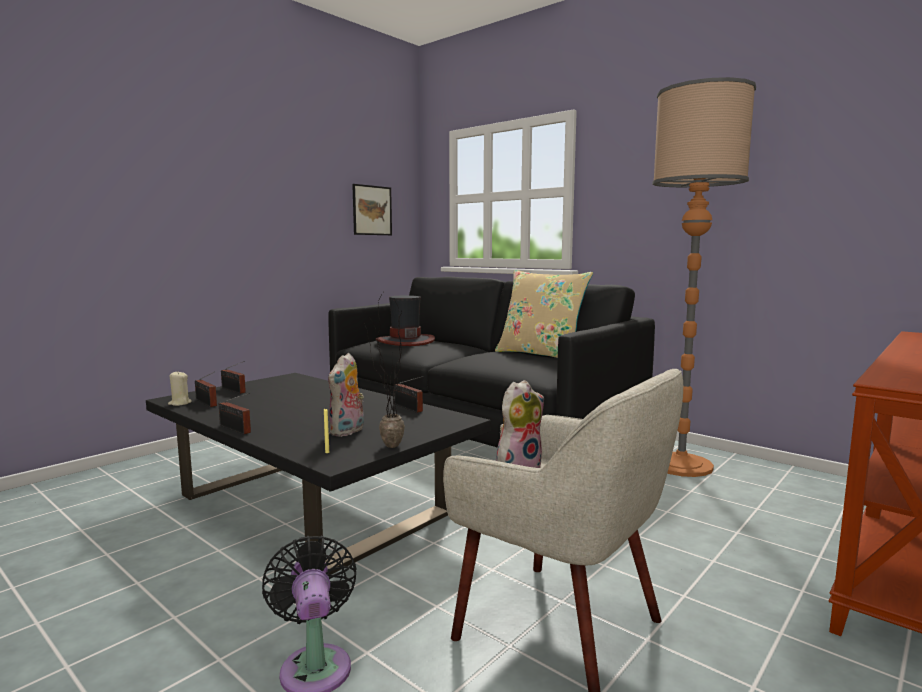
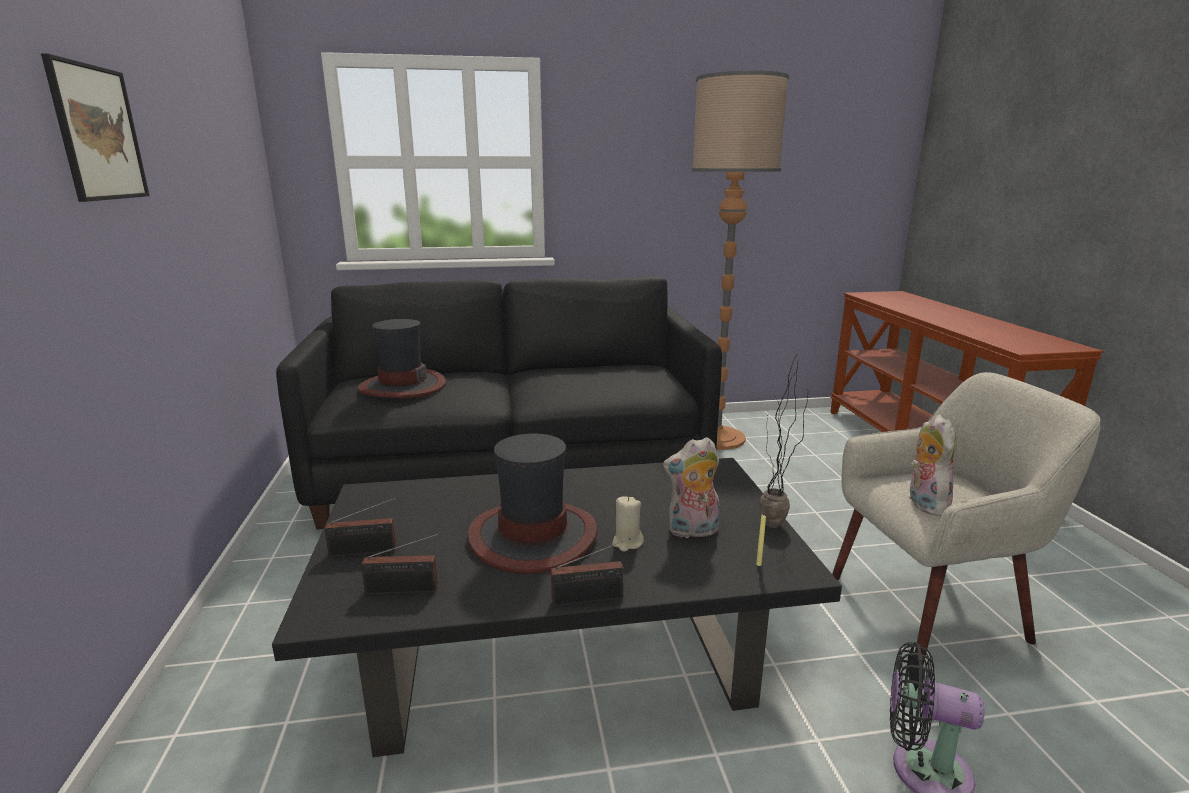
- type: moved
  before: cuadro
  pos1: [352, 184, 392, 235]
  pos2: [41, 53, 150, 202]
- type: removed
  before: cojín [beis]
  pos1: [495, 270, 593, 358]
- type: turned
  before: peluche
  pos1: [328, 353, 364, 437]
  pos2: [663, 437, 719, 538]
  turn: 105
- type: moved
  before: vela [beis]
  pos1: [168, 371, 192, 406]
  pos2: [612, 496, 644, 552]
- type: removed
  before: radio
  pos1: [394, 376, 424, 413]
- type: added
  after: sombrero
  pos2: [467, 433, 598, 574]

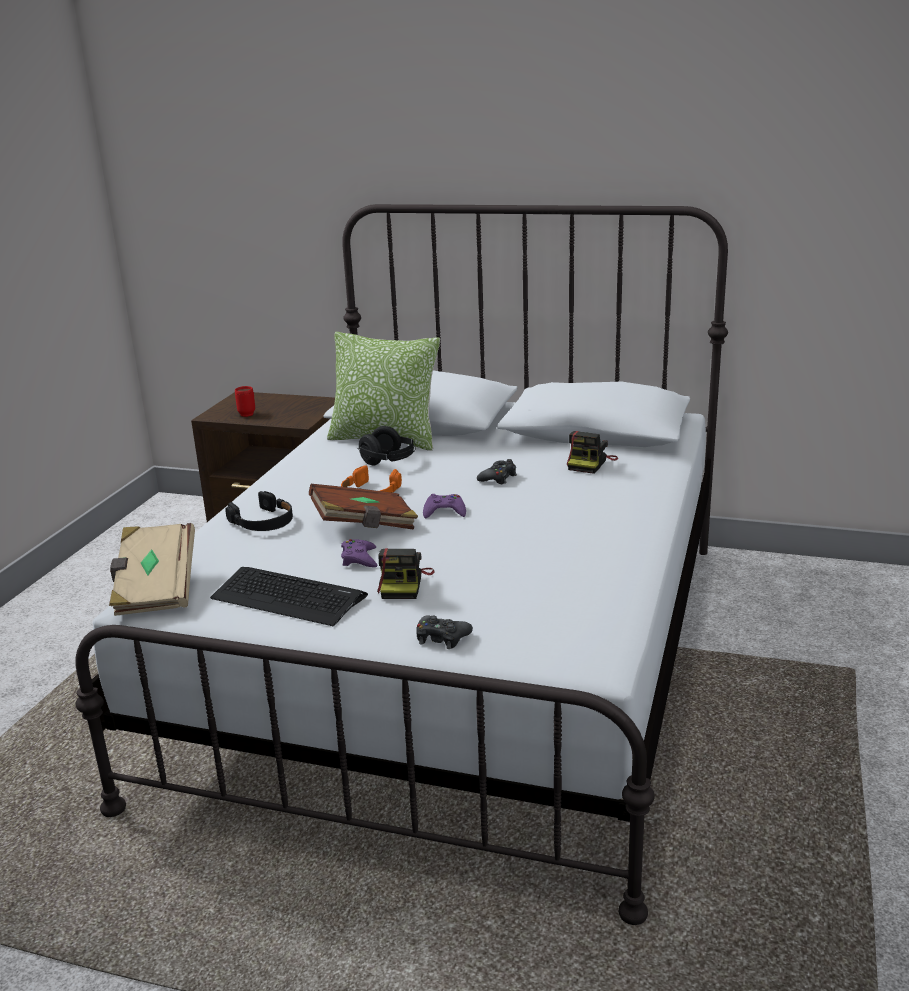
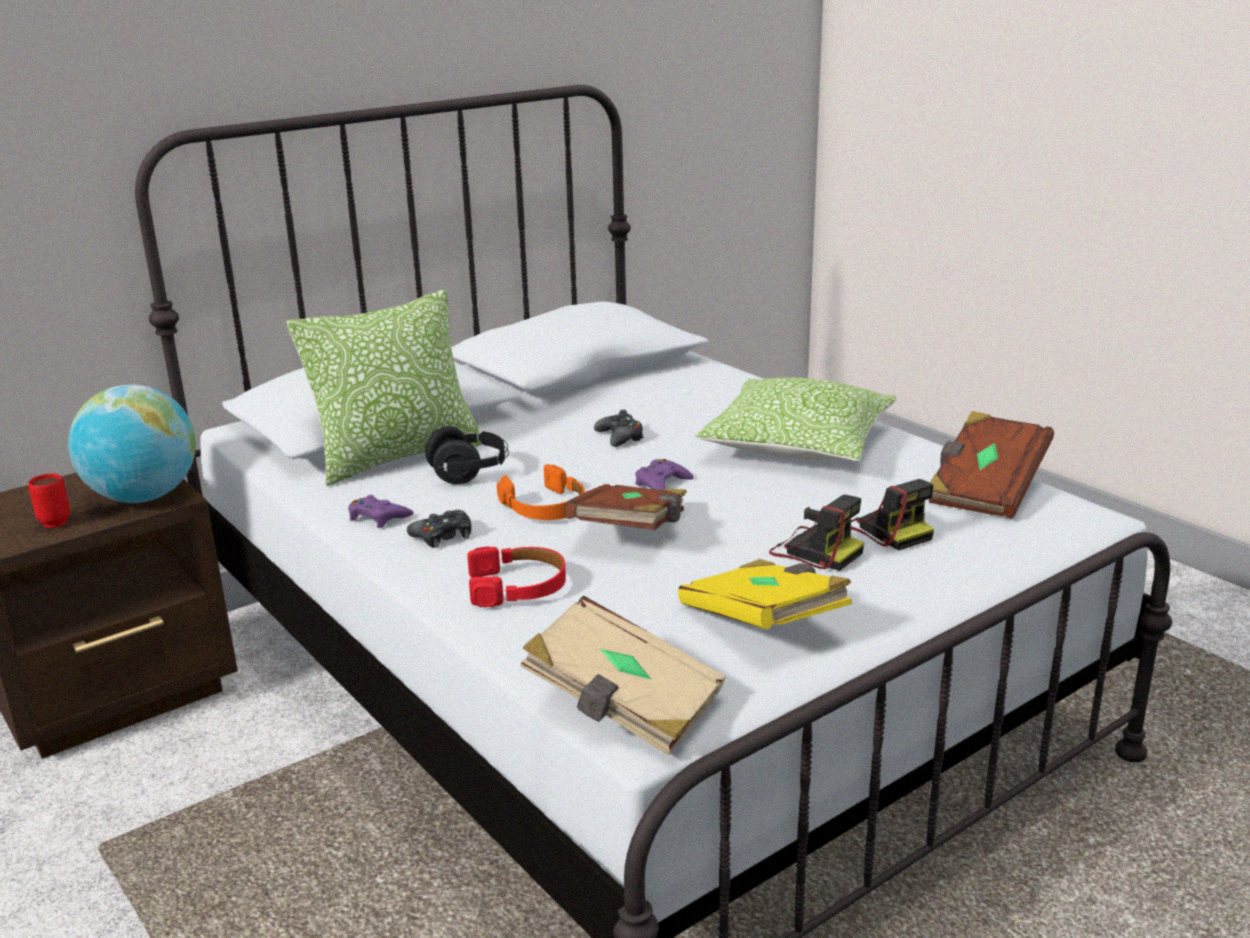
- type: moved
  before: cámara
  pos1: [567, 431, 618, 474]
  pos2: [851, 479, 934, 551]
- type: recoloured
  before: auriculares [negro]
  after: auriculares [rojo]
  pos1: [225, 491, 293, 531]
  pos2: [467, 547, 566, 607]
- type: moved
  before: mando de consola [morado]
  pos1: [341, 539, 378, 567]
  pos2: [348, 495, 414, 528]
- type: replaced
  before: teclado
  after: libro [amarillo]
  pos1: [210, 567, 368, 626]
  pos2: [678, 559, 852, 629]
- type: moved
  before: mando de consola [negro]
  pos1: [416, 616, 473, 649]
  pos2: [407, 510, 471, 548]
- type: added
  after: cojín
  pos2: [695, 377, 897, 462]
- type: added
  after: globo terráqueo
  pos2: [68, 384, 196, 503]
- type: added
  after: libro [marrón]
  pos2: [929, 411, 1054, 519]

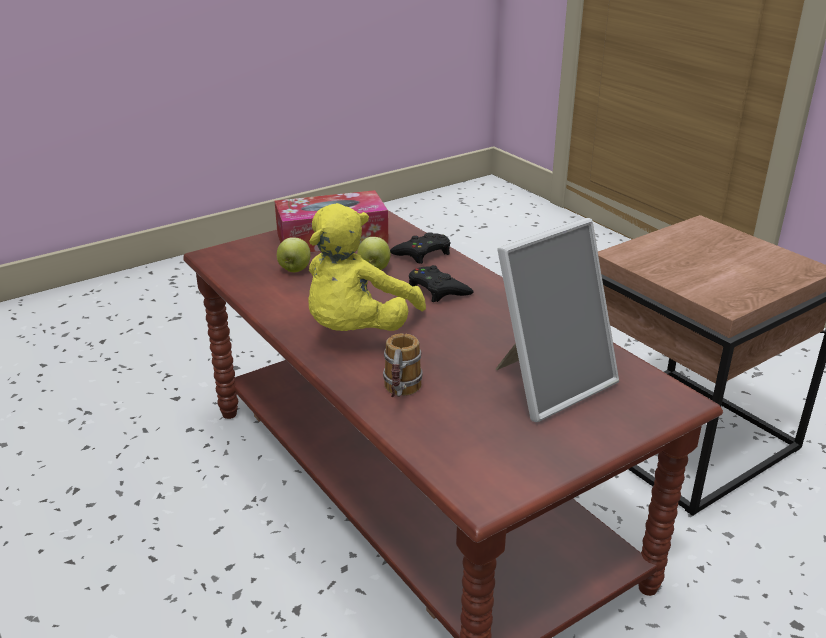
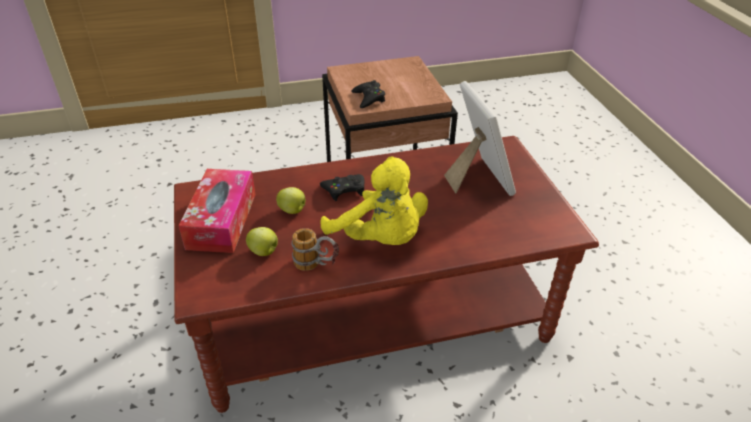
- type: moved
  before: mando de consola [negro]
  pos1: [390, 233, 451, 264]
  pos2: [351, 80, 385, 108]
- type: moved
  before: taza grande
  pos1: [383, 333, 423, 397]
  pos2: [292, 228, 339, 271]

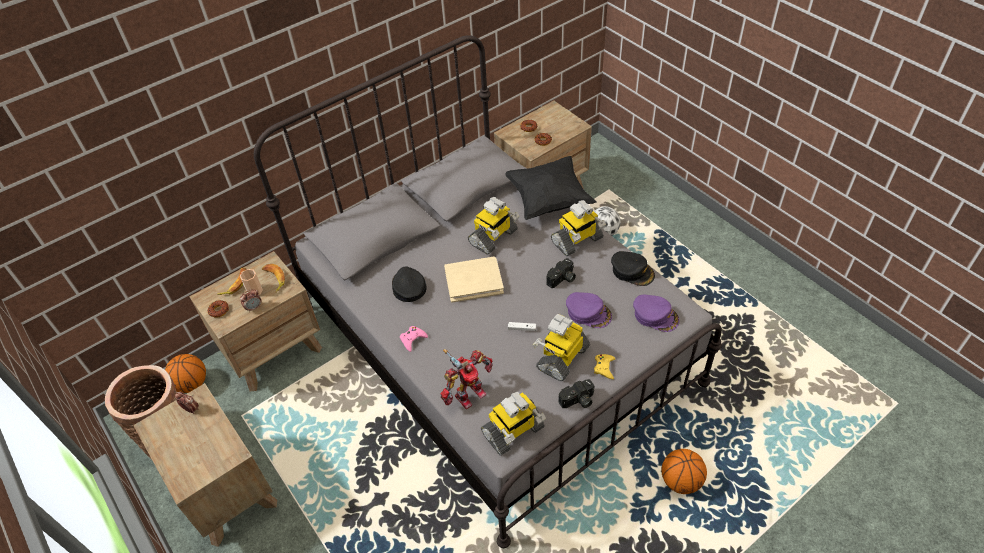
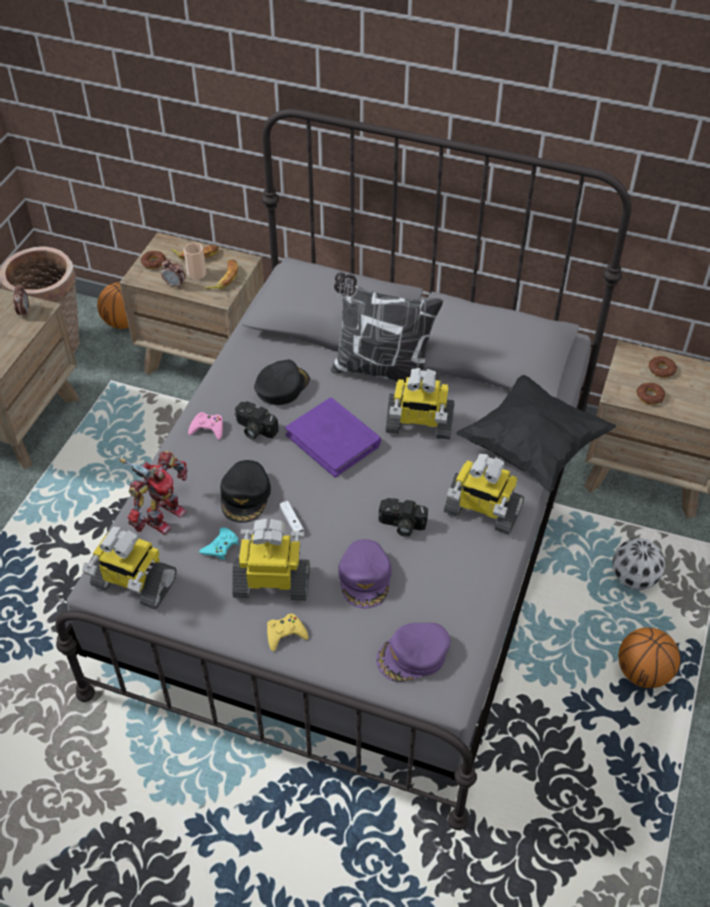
- type: moved
  before: gorra [negro]
  pos1: [611, 251, 655, 286]
  pos2: [220, 460, 271, 523]
- type: recoloured
  before: libro [beis]
  after: libro [morado]
  pos1: [444, 256, 504, 303]
  pos2: [285, 398, 381, 477]
- type: turned
  before: gorra [morado]
  pos1: [633, 294, 679, 332]
  pos2: [376, 623, 451, 682]
  turn: 60
- type: turned
  before: robot de juguete
  pos1: [440, 349, 493, 409]
  pos2: [119, 451, 187, 535]
  turn: -75
- type: moved
  before: cámara
  pos1: [558, 379, 595, 408]
  pos2: [235, 401, 279, 439]
- type: moved
  before: balón de baloncesto
  pos1: [661, 449, 707, 494]
  pos2: [618, 628, 680, 688]
- type: added
  after: cojín
  pos2: [331, 272, 443, 383]
- type: added
  after: mando de consola [turquesa]
  pos2: [199, 527, 239, 560]

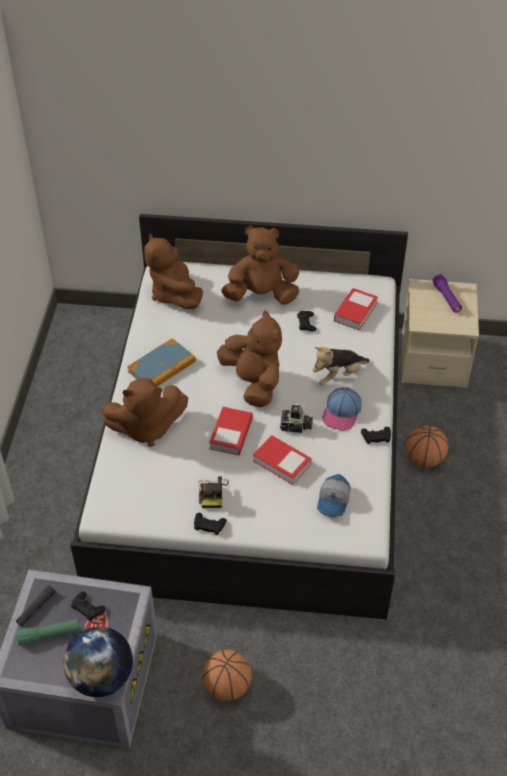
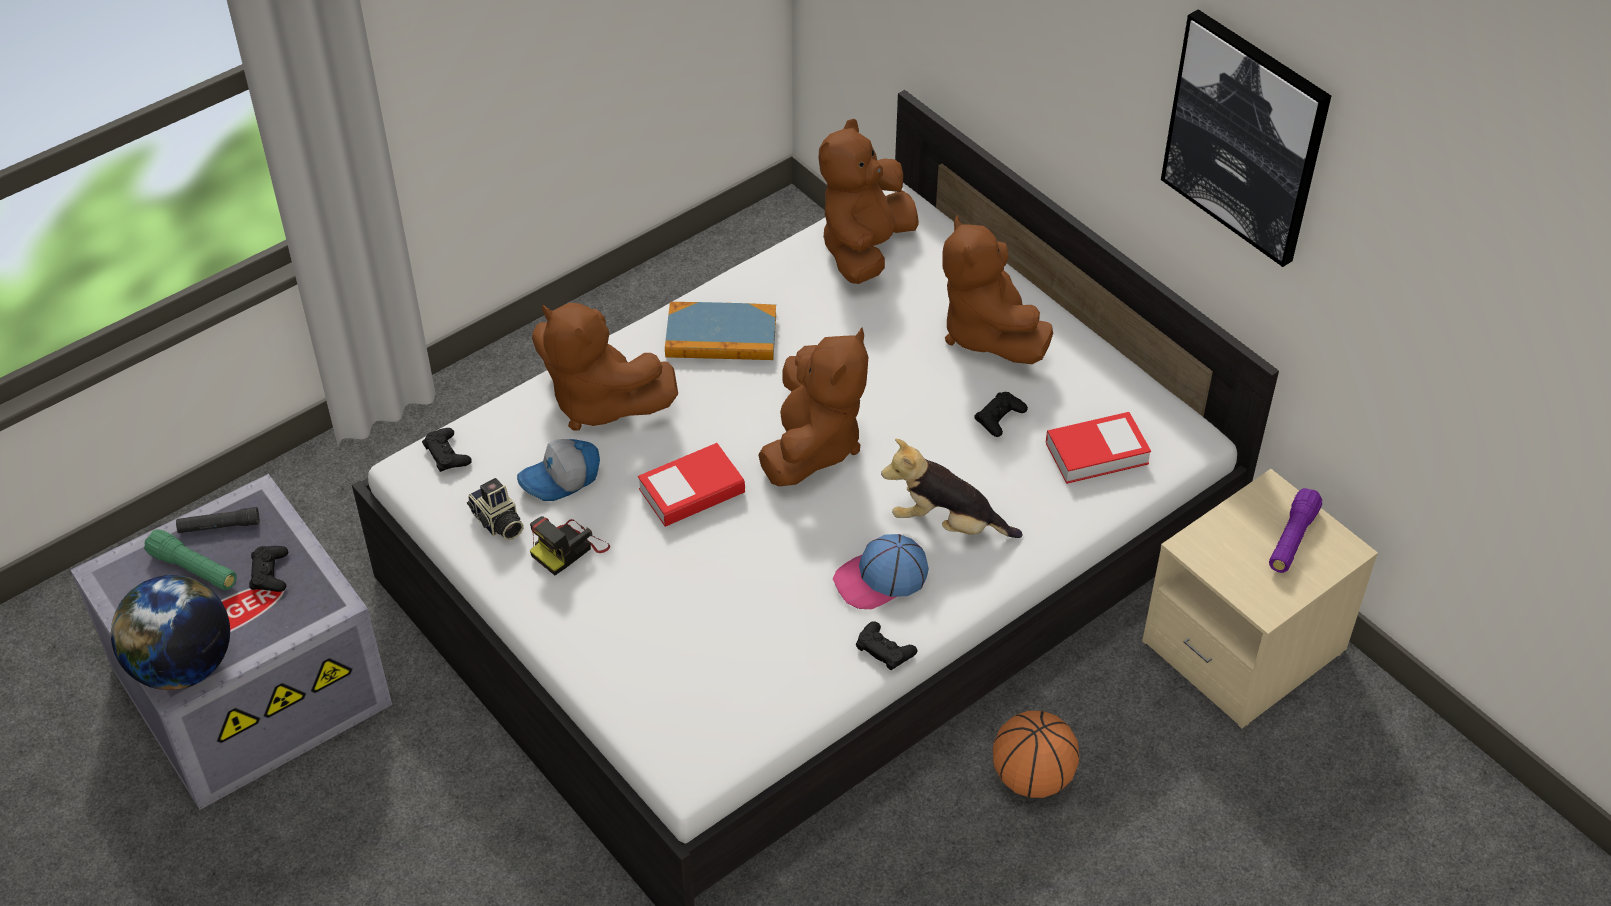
- type: turned
  before: peluche [marrón]
  pos1: [221, 226, 299, 305]
  pos2: [942, 215, 1053, 364]
  turn: -150
- type: moved
  before: cámara
  pos1: [280, 405, 313, 433]
  pos2: [467, 478, 524, 540]
- type: removed
  before: libro
  pos1: [253, 435, 312, 485]
- type: moved
  before: gorra
  pos1: [317, 474, 350, 517]
  pos2: [517, 439, 600, 501]
- type: moved
  before: mando de consola [negro]
  pos1: [194, 513, 227, 535]
  pos2: [422, 428, 472, 472]
- type: removed
  before: balón de baloncesto
  pos1: [202, 650, 252, 701]
- type: added
  after: cuadro
  pos2: [1161, 9, 1331, 267]

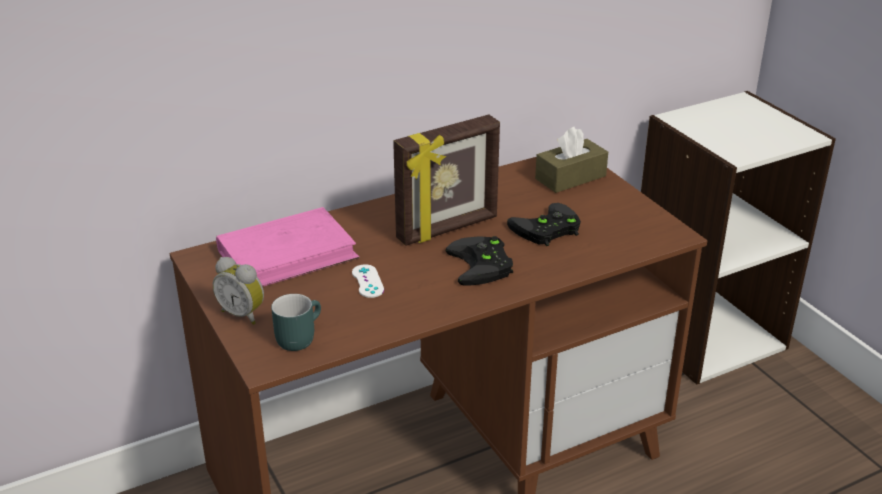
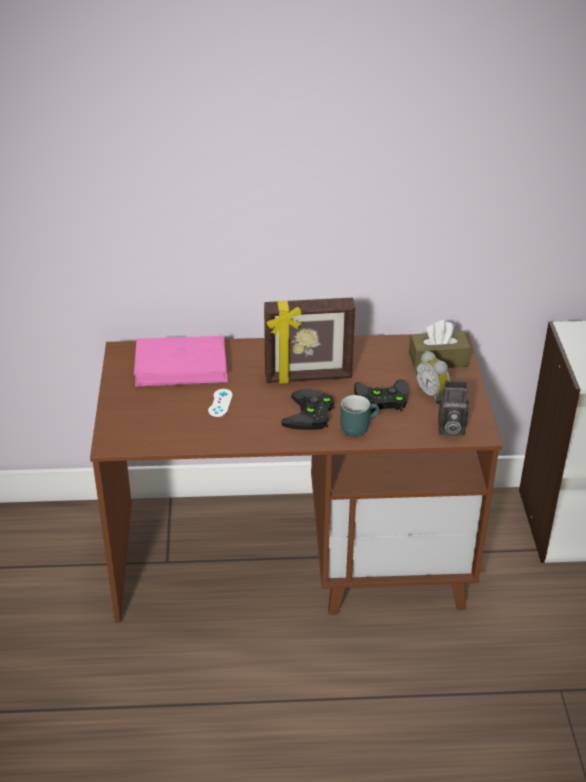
- type: moved
  before: despertador
  pos1: [213, 257, 264, 325]
  pos2: [416, 351, 450, 400]
- type: moved
  before: taza grande [turquesa]
  pos1: [271, 294, 321, 351]
  pos2: [340, 395, 379, 437]
- type: added
  after: cámara
  pos2: [436, 381, 469, 436]

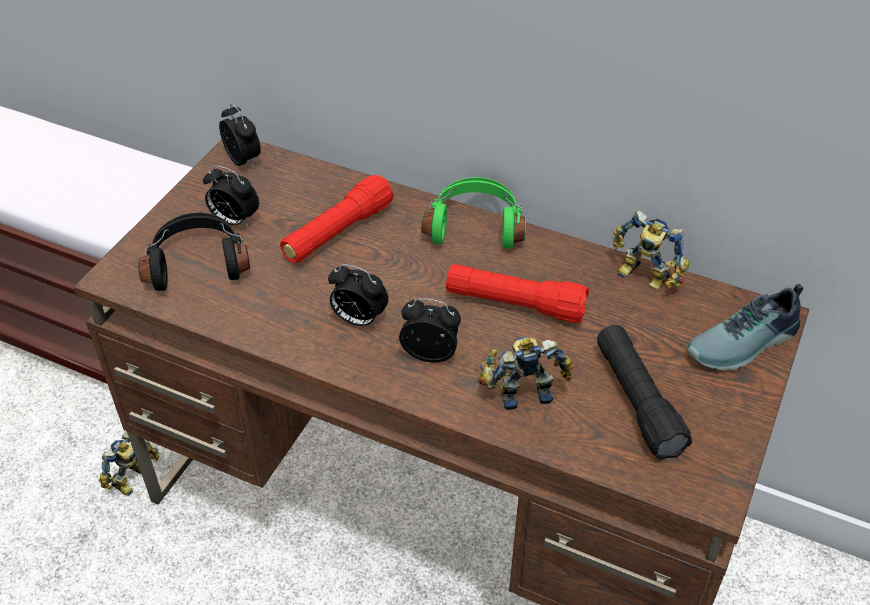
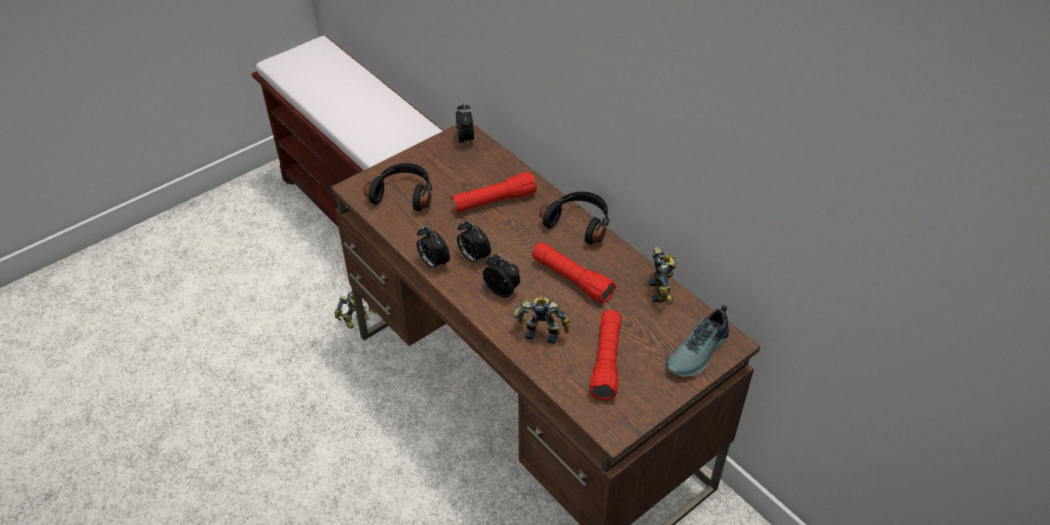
- type: moved
  before: despertador
  pos1: [203, 166, 259, 227]
  pos2: [417, 226, 450, 271]
- type: recoloured
  before: auriculares [verde]
  after: auriculares [negro]
  pos1: [421, 177, 526, 249]
  pos2: [539, 191, 610, 245]
- type: turned
  before: robot de juguete
  pos1: [613, 210, 690, 290]
  pos2: [649, 247, 676, 302]
  turn: -150
- type: turned
  before: zapato
  pos1: [686, 283, 803, 371]
  pos2: [665, 304, 729, 377]
  turn: -45
- type: recoloured
  before: linterna [negro]
  after: linterna [rojo]
  pos1: [597, 325, 692, 459]
  pos2: [589, 310, 621, 401]

